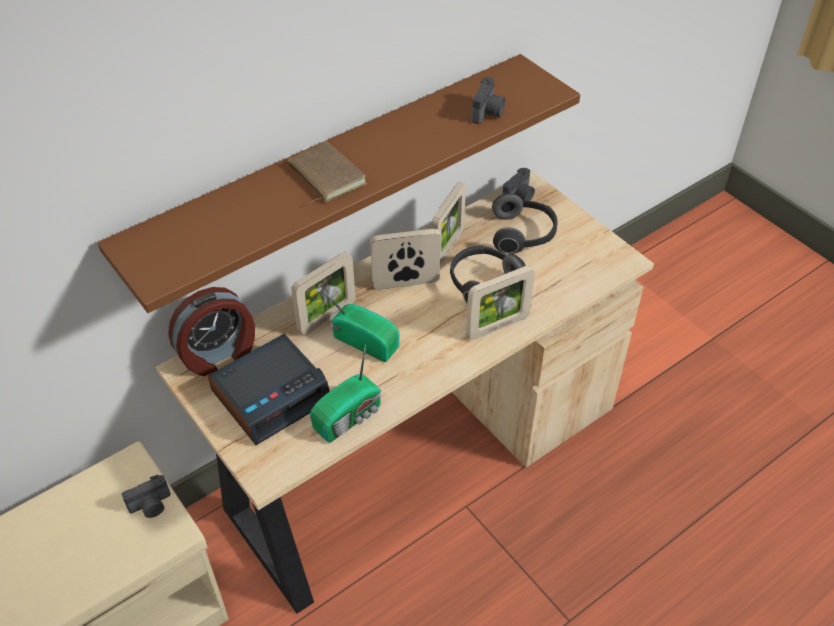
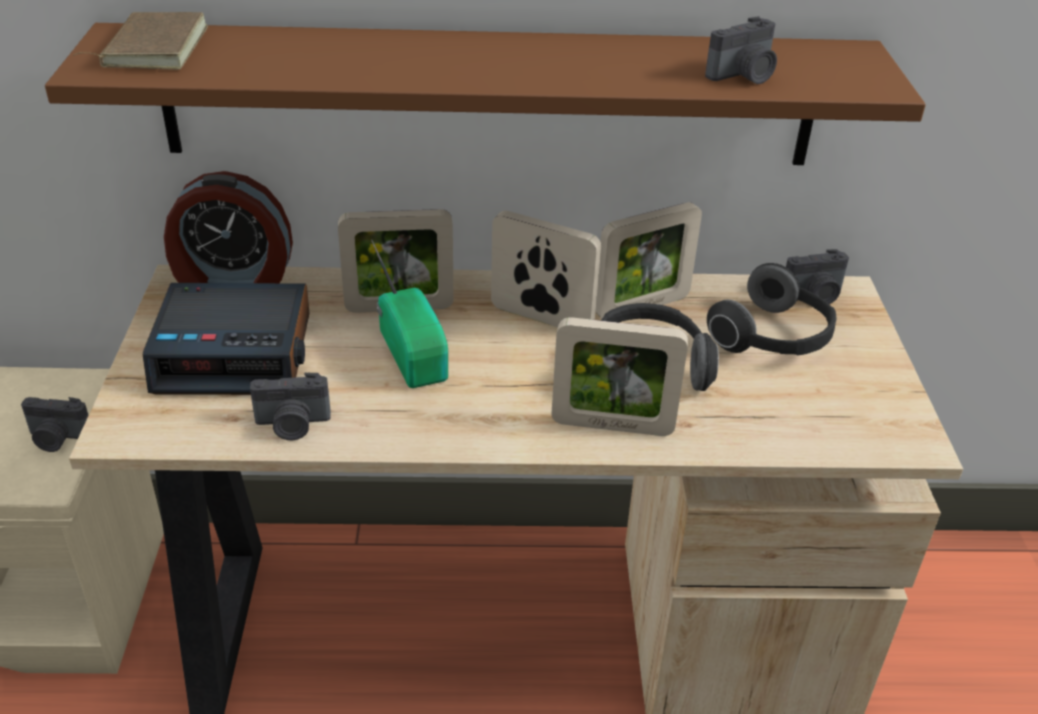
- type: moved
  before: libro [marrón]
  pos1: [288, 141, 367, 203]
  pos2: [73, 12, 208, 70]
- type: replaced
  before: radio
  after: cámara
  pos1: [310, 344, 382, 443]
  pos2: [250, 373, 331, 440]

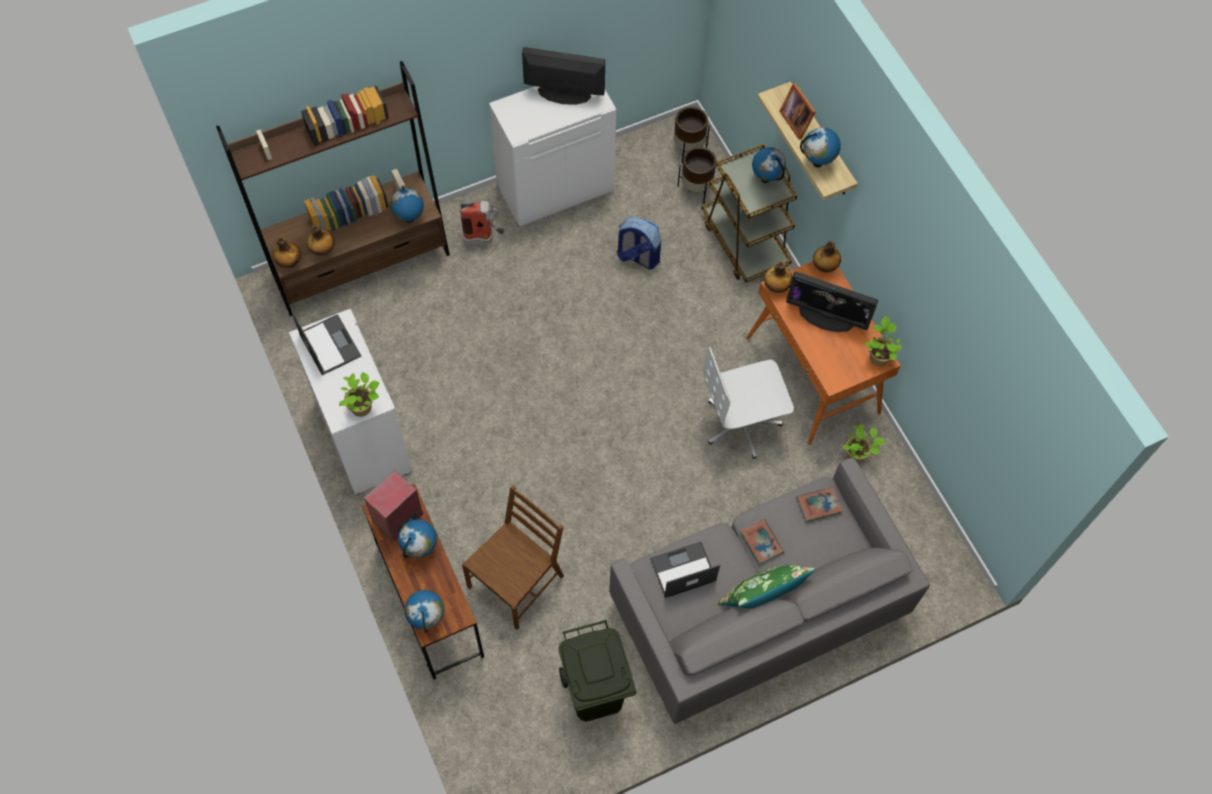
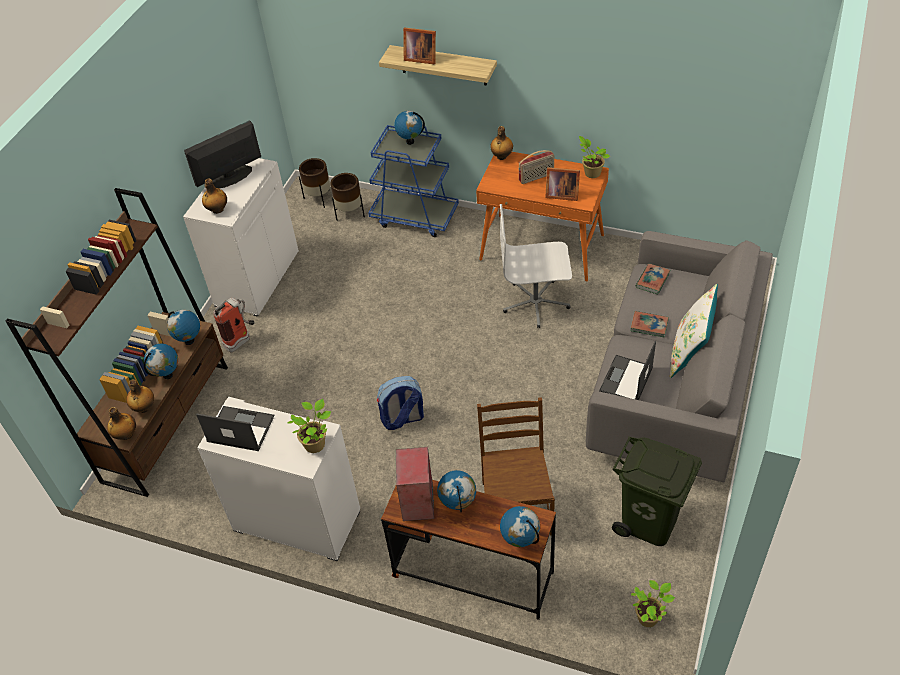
- type: moved
  before: globo terráqueo
  pos1: [800, 127, 841, 168]
  pos2: [144, 344, 178, 379]
- type: recoloured
  before: carrito [marrón]
  after: carrito [azul]
  pos1: [702, 143, 797, 283]
  pos2: [368, 125, 459, 237]
- type: moved
  before: mochila
  pos1: [617, 216, 661, 269]
  pos2: [377, 376, 424, 430]
- type: moved
  before: botella
  pos1: [764, 261, 792, 293]
  pos2: [202, 178, 227, 214]
- type: replaced
  before: monitor
  after: radio
  pos1: [786, 271, 878, 332]
  pos2: [519, 150, 554, 184]
- type: turned
  before: silla de oficina [blanco]
  pos1: [703, 346, 794, 459]
  pos2: [500, 204, 572, 328]
  turn: 60
- type: moved
  before: planta en maceta
  pos1: [843, 424, 885, 463]
  pos2: [631, 580, 675, 627]
- type: recoloured
  before: cojín [verde]
  after: cojín [blanco]
  pos1: [718, 565, 815, 608]
  pos2: [670, 284, 718, 378]
- type: added
  after: portarretratos
  pos2: [545, 167, 580, 201]

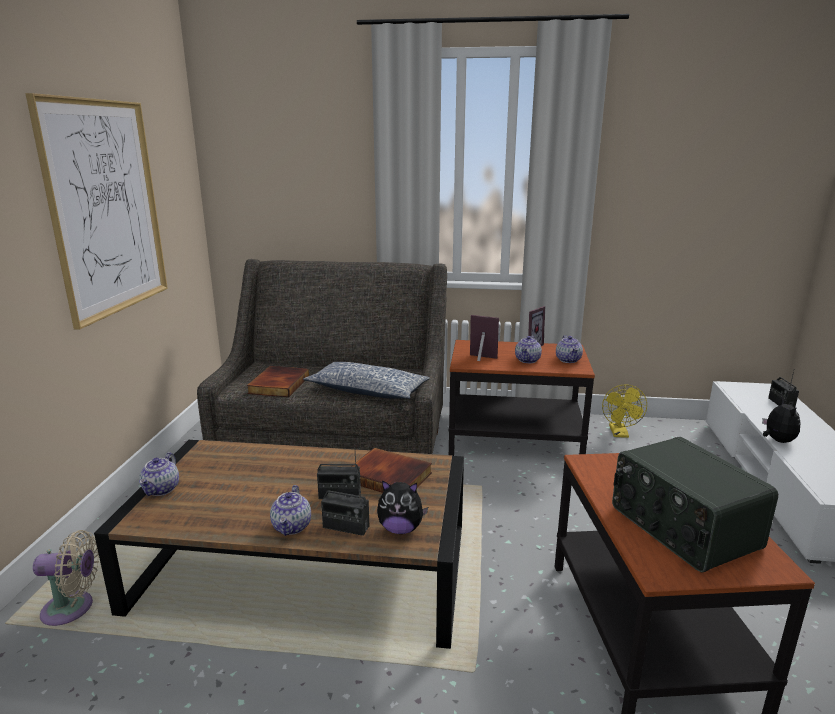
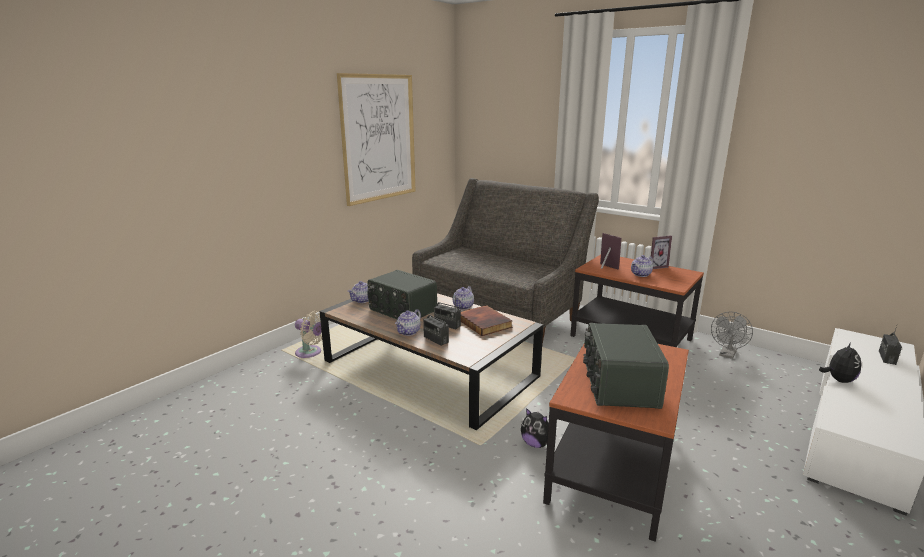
- type: moved
  before: tetera
  pos1: [556, 335, 583, 363]
  pos2: [453, 286, 474, 310]
- type: removed
  before: cojín
  pos1: [303, 362, 430, 399]
- type: removed
  before: libro
  pos1: [247, 366, 309, 397]
- type: recoloured
  before: ventilador [amarillo]
  after: ventilador [gris]
  pos1: [602, 384, 647, 438]
  pos2: [711, 312, 753, 359]
- type: moved
  before: peluche
  pos1: [377, 480, 428, 534]
  pos2: [521, 408, 556, 448]
- type: added
  after: radio
  pos2: [367, 270, 437, 320]

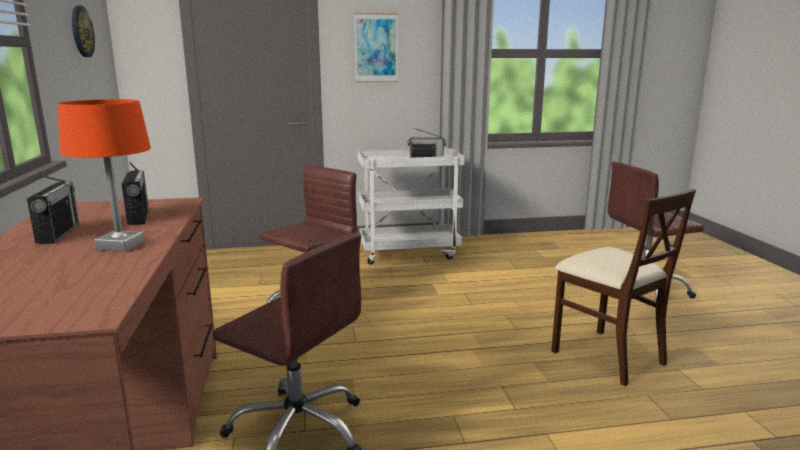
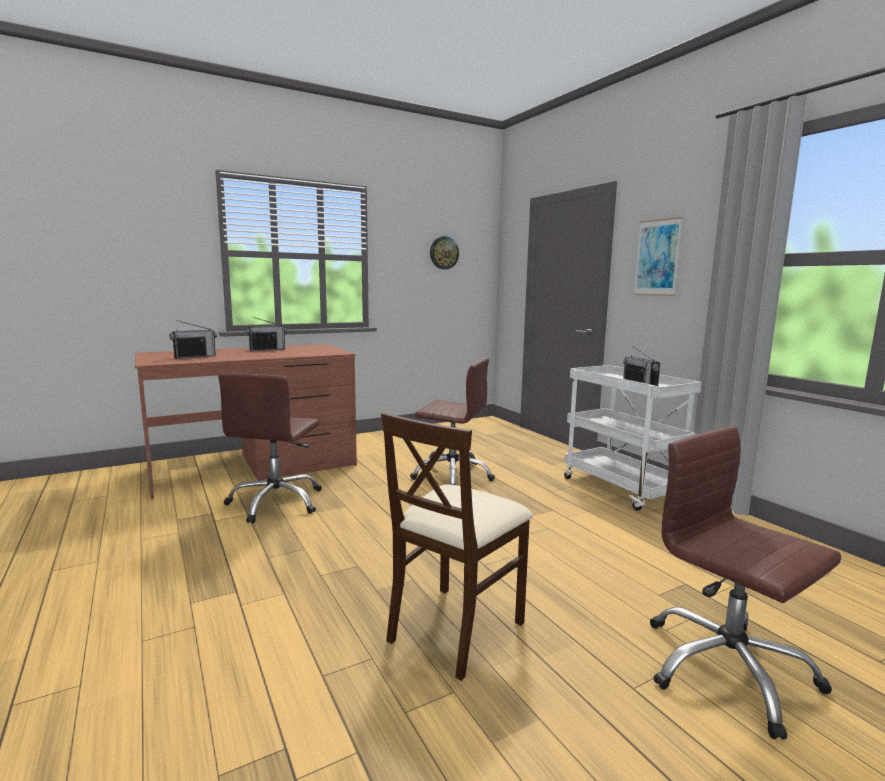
- type: removed
  before: lámpara de mesa [naranja]
  pos1: [58, 99, 151, 252]
- type: moved
  before: radio
  pos1: [122, 162, 149, 225]
  pos2: [170, 320, 217, 359]

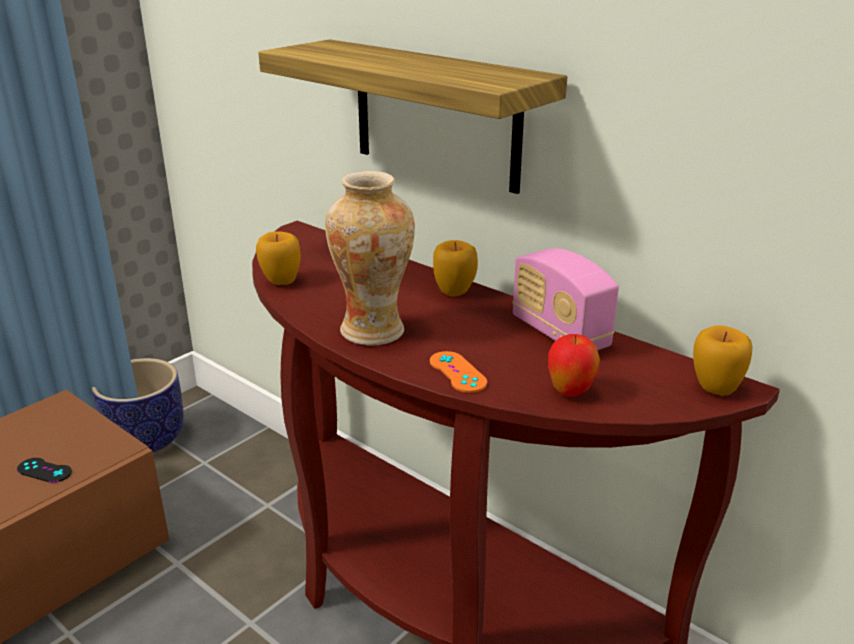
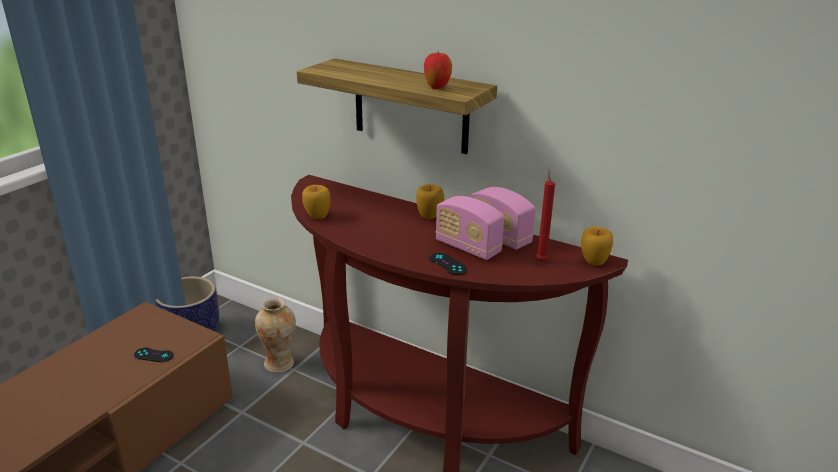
- type: moved
  before: florero
  pos1: [325, 171, 415, 345]
  pos2: [255, 297, 296, 373]
- type: moved
  before: manzana
  pos1: [548, 334, 600, 397]
  pos2: [424, 53, 452, 89]
- type: recoloured
  before: mando de consola [naranja]
  after: mando de consola [negro]
  pos1: [430, 351, 487, 393]
  pos2: [430, 253, 467, 275]
- type: added
  after: vela [rojo]
  pos2: [536, 170, 555, 261]
- type: added
  after: radio
  pos2: [436, 196, 504, 260]

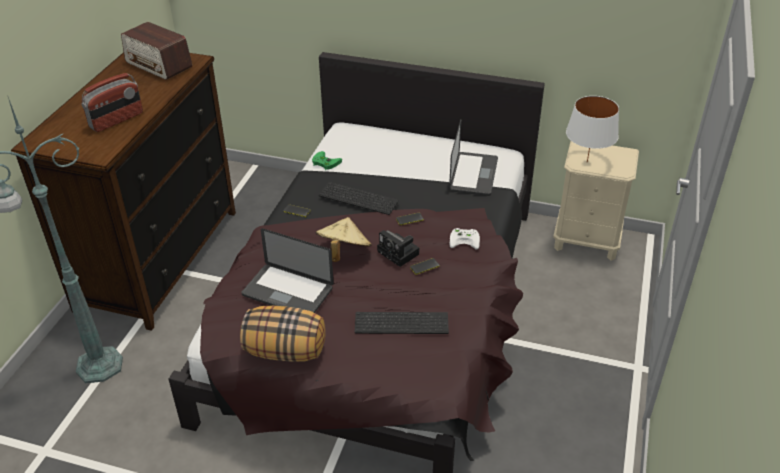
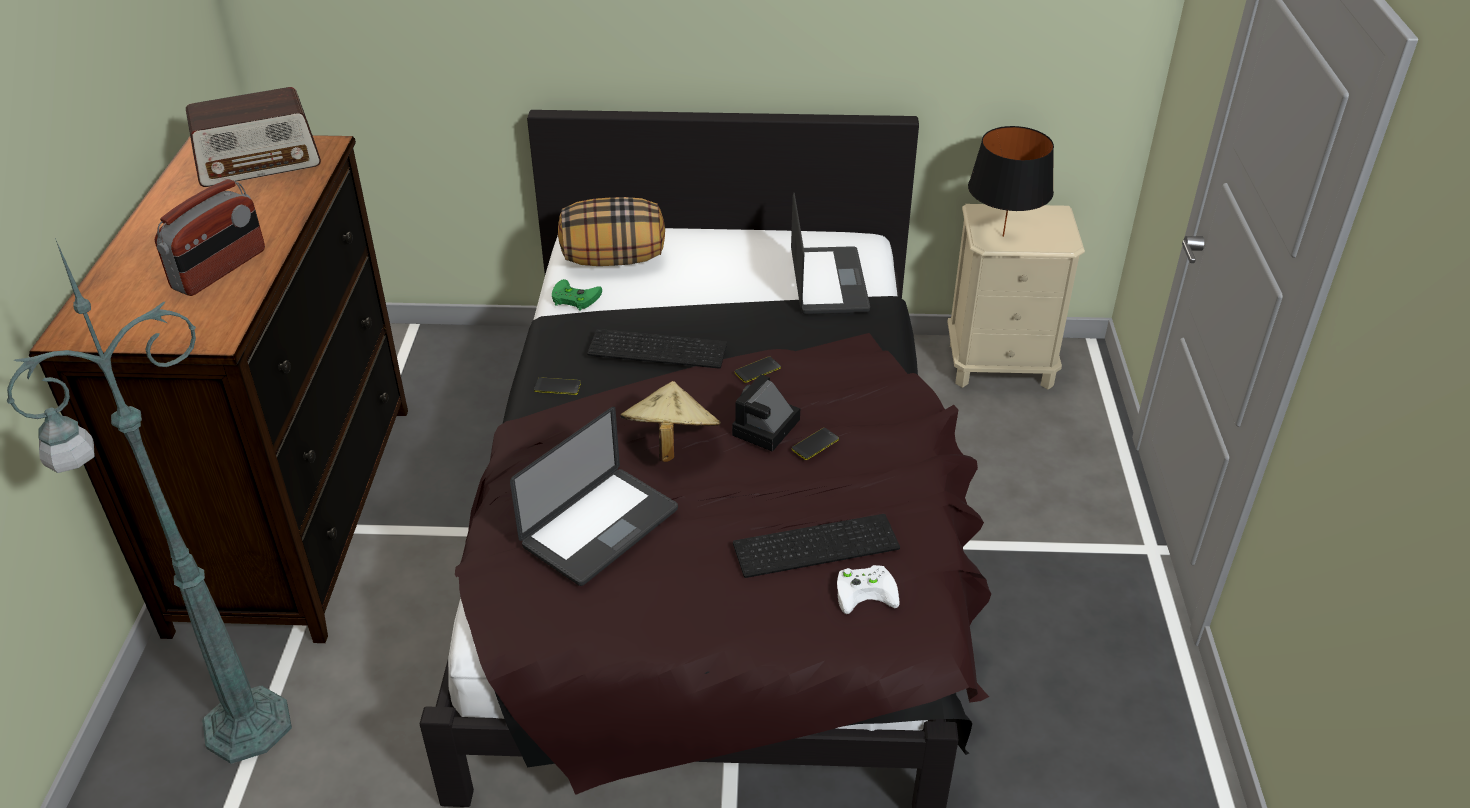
- type: turned
  before: radio
  pos1: [121, 22, 192, 80]
  pos2: [186, 87, 321, 187]
  turn: -45
- type: recoloured
  before: lámpara de mesa [blanco]
  after: lámpara de mesa [negro]
  pos1: [566, 96, 619, 163]
  pos2: [968, 126, 1054, 237]
- type: turned
  before: portátil
  pos1: [242, 228, 334, 313]
  pos2: [510, 407, 678, 586]
  turn: -60
- type: moved
  before: mando de consola [blanco]
  pos1: [449, 228, 480, 250]
  pos2: [837, 565, 900, 614]
- type: turned
  before: cámara
  pos1: [377, 230, 419, 267]
  pos2: [732, 374, 800, 452]
  turn: 90
- type: moved
  before: cojín
  pos1: [240, 306, 325, 362]
  pos2: [558, 197, 665, 266]

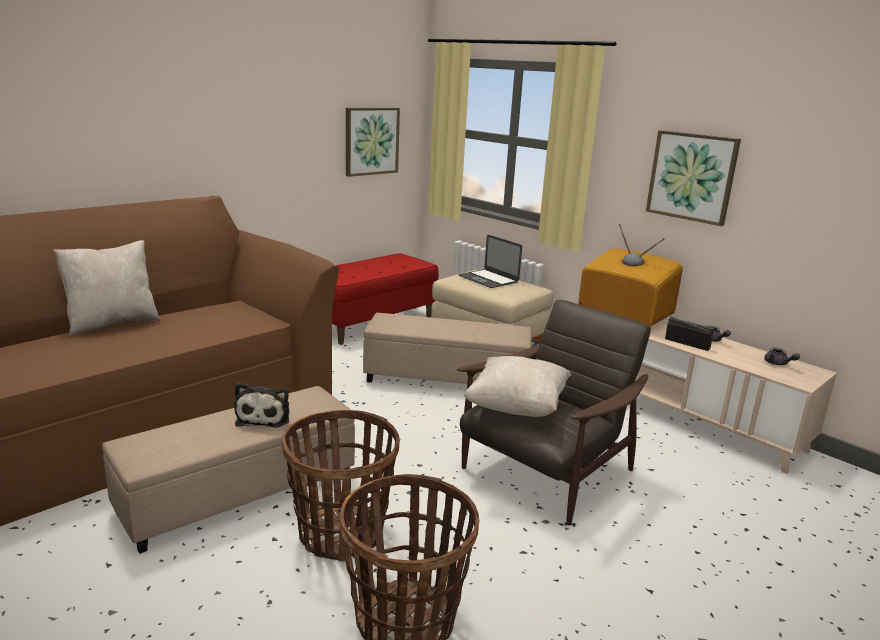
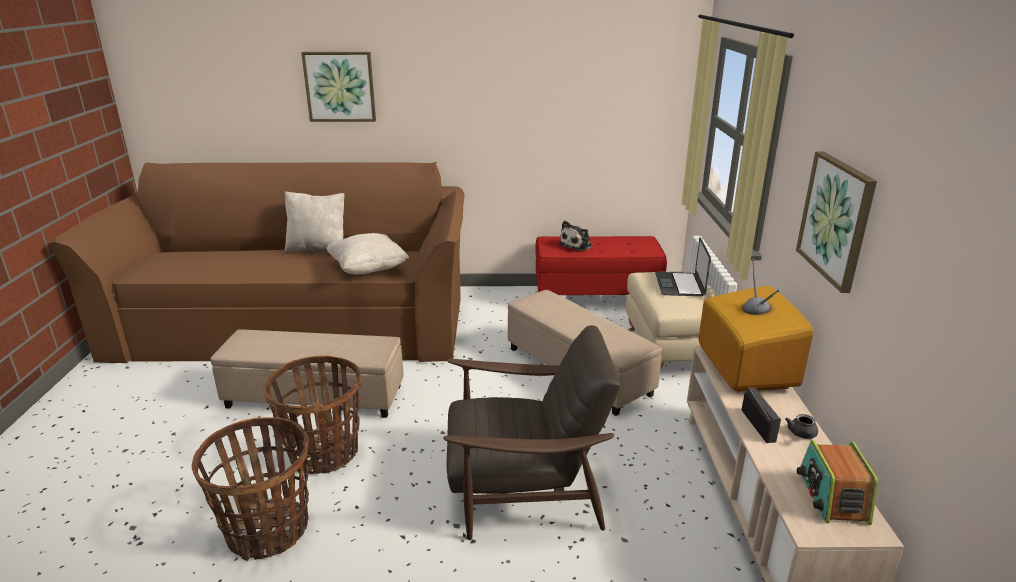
- type: moved
  before: cuadro
  pos1: [346, 108, 400, 177]
  pos2: [301, 52, 376, 122]
- type: replaced
  before: tetera [gris]
  after: radio
  pos1: [764, 348, 800, 365]
  pos2: [797, 440, 878, 525]
- type: moved
  before: cojín [beis]
  pos1: [464, 356, 572, 417]
  pos2: [326, 233, 409, 274]
- type: moved
  before: peluche
  pos1: [235, 382, 290, 428]
  pos2: [559, 221, 593, 251]

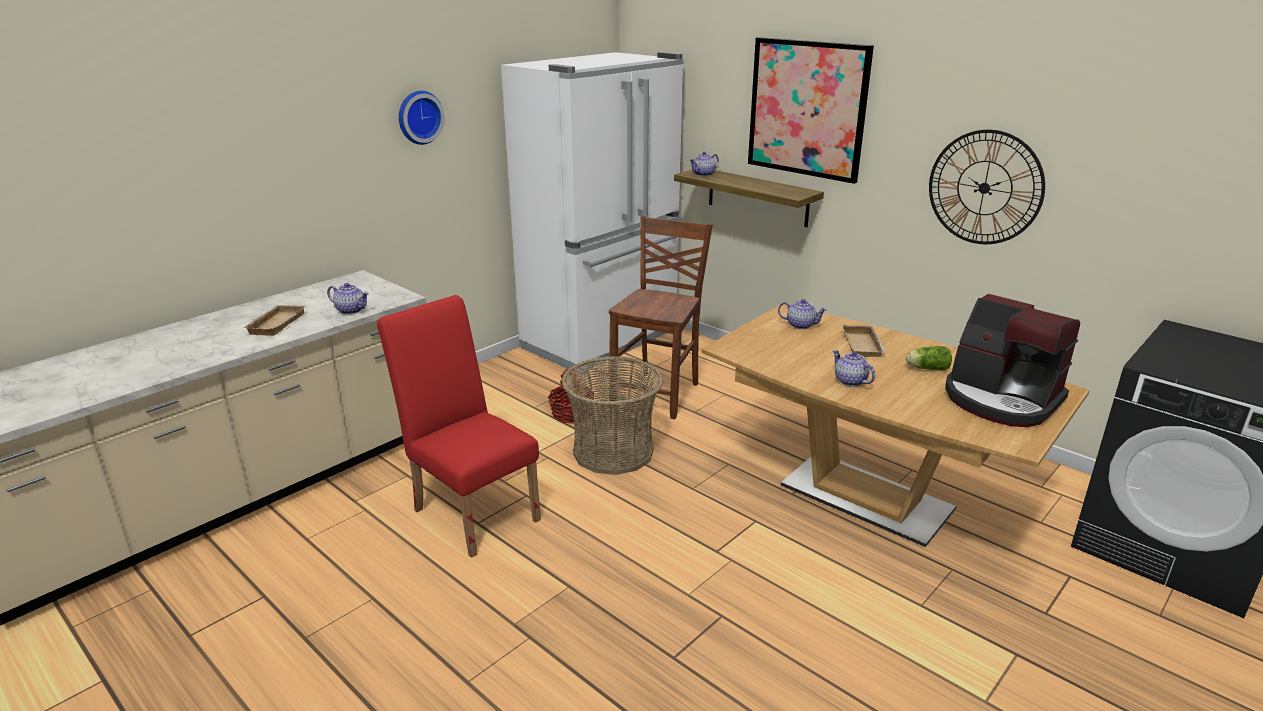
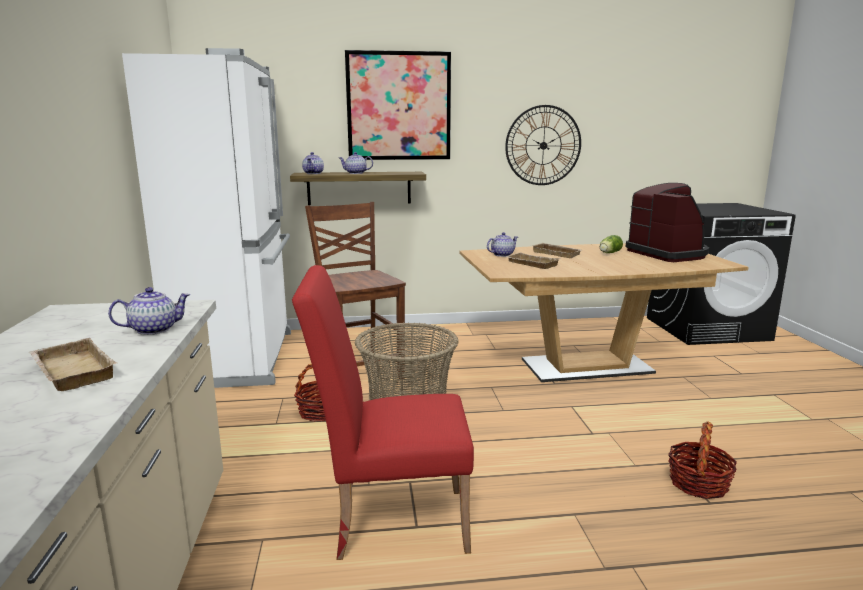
- type: removed
  before: reloj de pared
  pos1: [399, 91, 445, 145]
- type: turned
  before: cafetera
  pos1: [945, 294, 1080, 427]
  pos2: [626, 183, 709, 262]
  turn: -105
- type: moved
  before: tetera
  pos1: [832, 350, 875, 387]
  pos2: [339, 152, 373, 174]
- type: added
  after: bandeja [beis]
  pos2: [506, 252, 561, 269]
- type: added
  after: cesta
  pos2: [668, 422, 737, 499]

